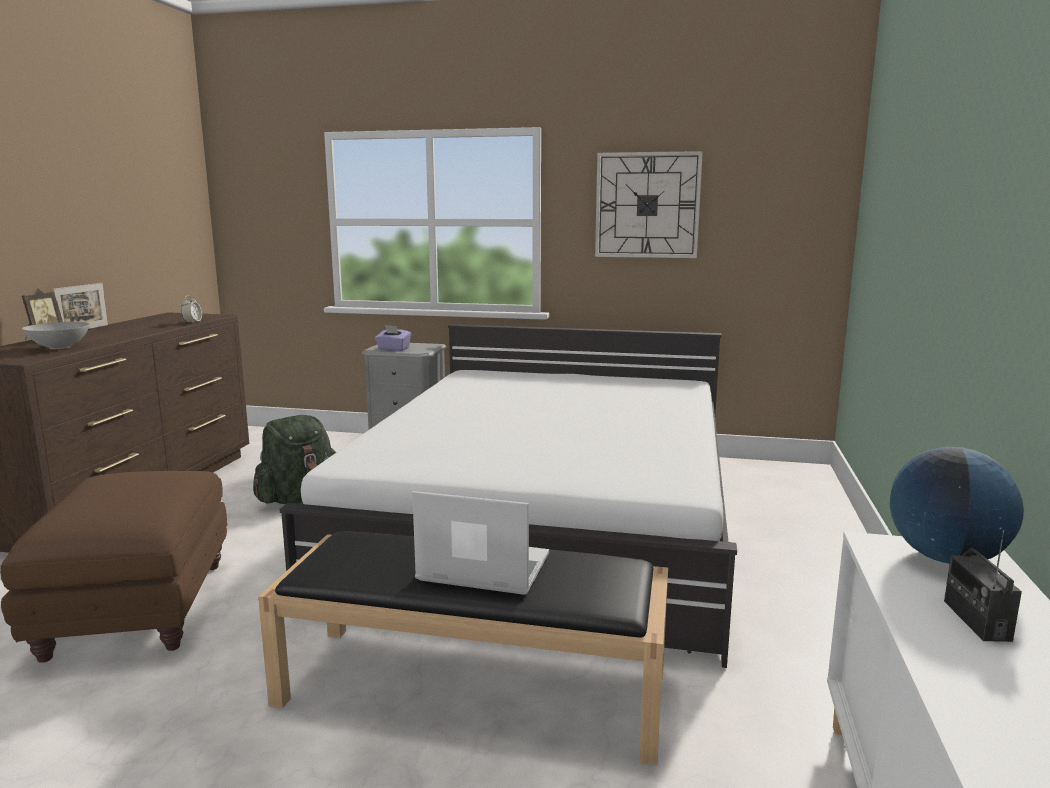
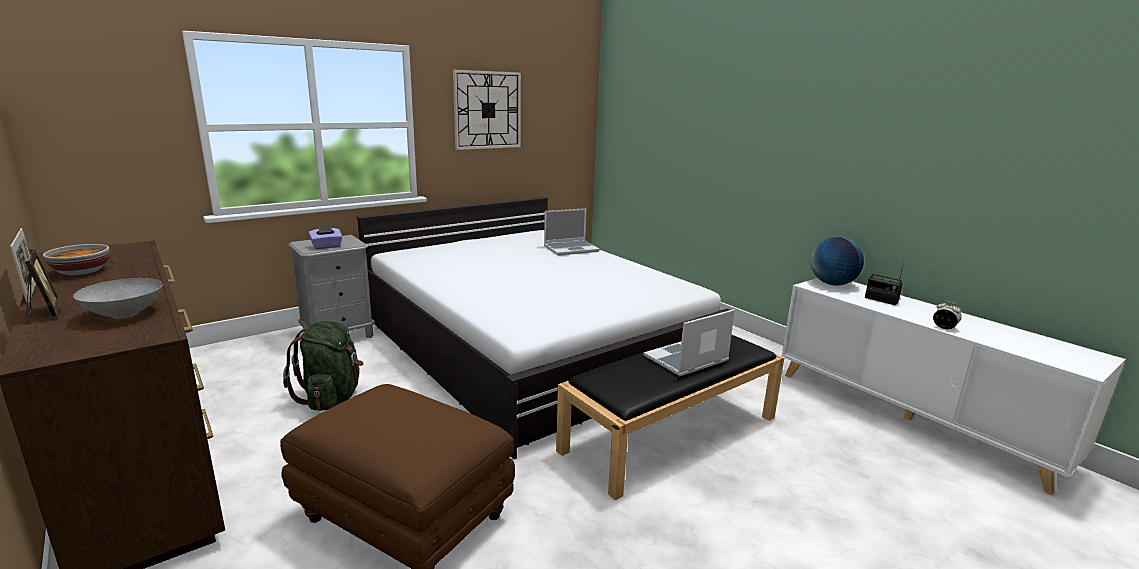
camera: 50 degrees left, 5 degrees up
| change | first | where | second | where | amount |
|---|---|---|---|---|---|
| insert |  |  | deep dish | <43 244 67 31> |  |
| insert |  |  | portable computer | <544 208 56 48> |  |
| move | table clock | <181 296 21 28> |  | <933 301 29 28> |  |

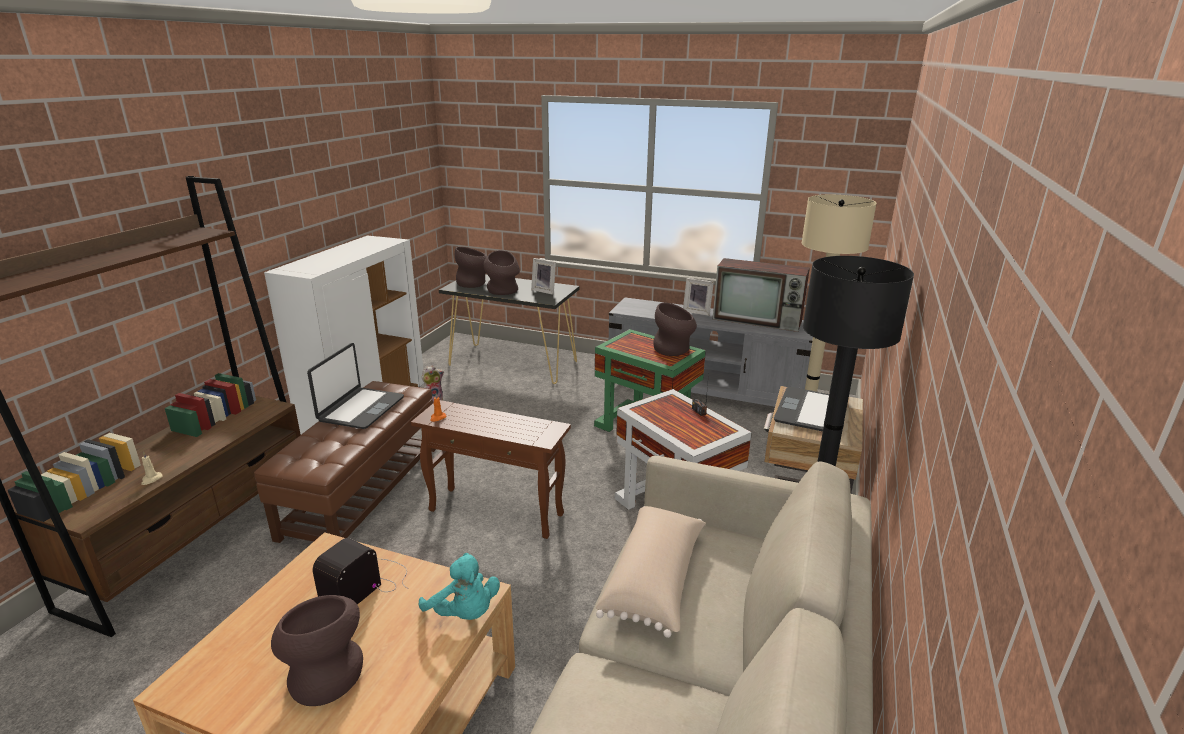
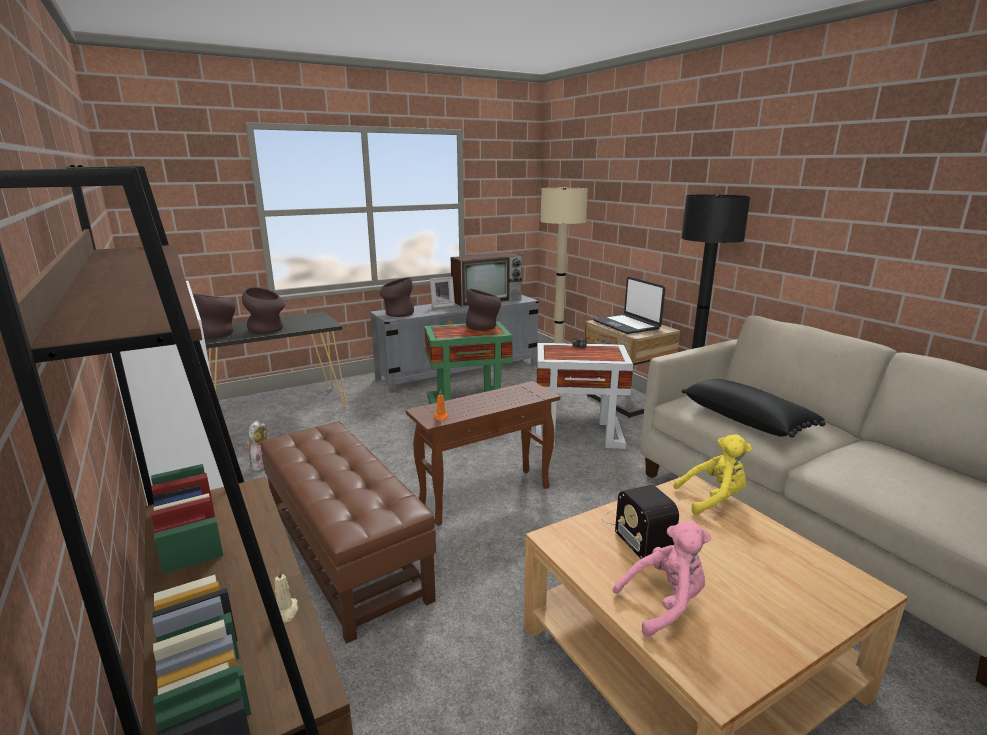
camera: 50 degrees left, 5 degrees down
| change | first | where | second | where | amount |
|---|---|---|---|---|---|
| move | flower vase/brown | <271 595 92 111> |  | <380 277 34 40> |  |
| insert |  |  | cuddly toy/pink | <613 521 98 116> |  |
| recolor | cuddly toy/turquoise | <419 553 81 67> | cuddly toy/yellowish | <673 435 79 80> |  |
| recolor | throw pillow/sand-coloured | <595 506 111 132> | throw pillow/black | <682 379 143 58> |  |
| delete | portable computer | <307 343 97 86> |  |  |  |
| delete | photo frame | <531 258 25 37> |  |  |  |

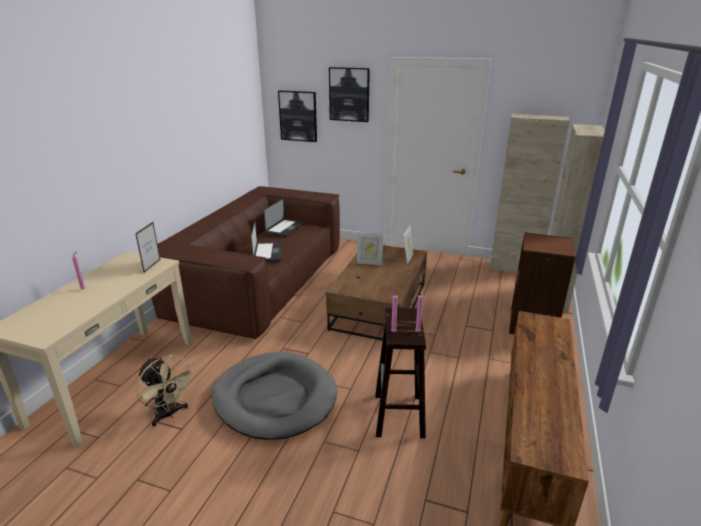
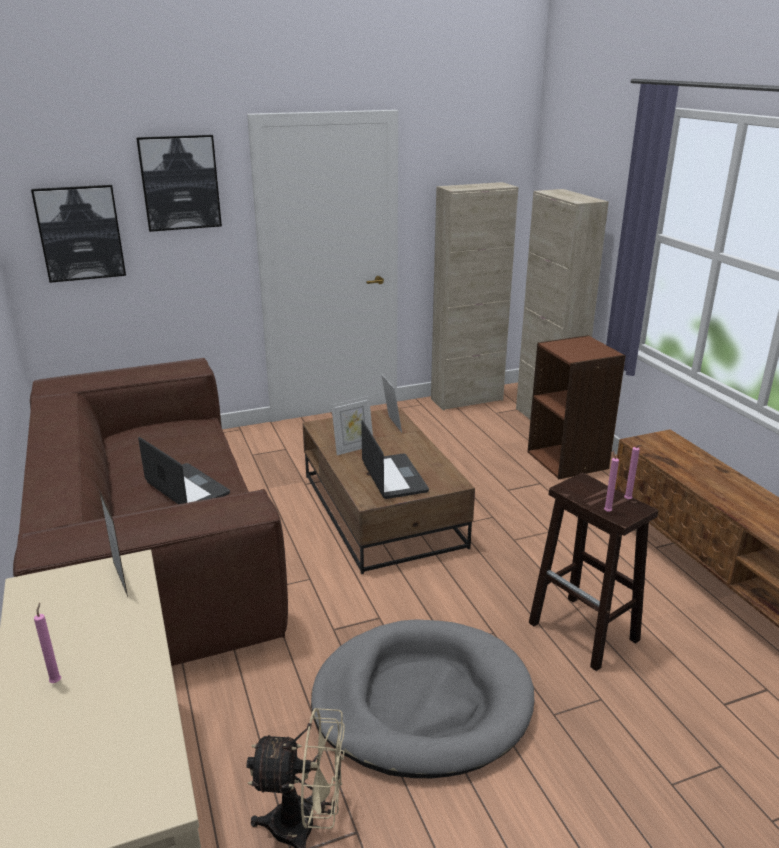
camera: 40 degrees left, 0 degrees up
| change | first | where | second | where | amount |
|---|---|---|---|---|---|
| move | portable computer | <263 198 41 39> |  | <361 420 68 79> |  |

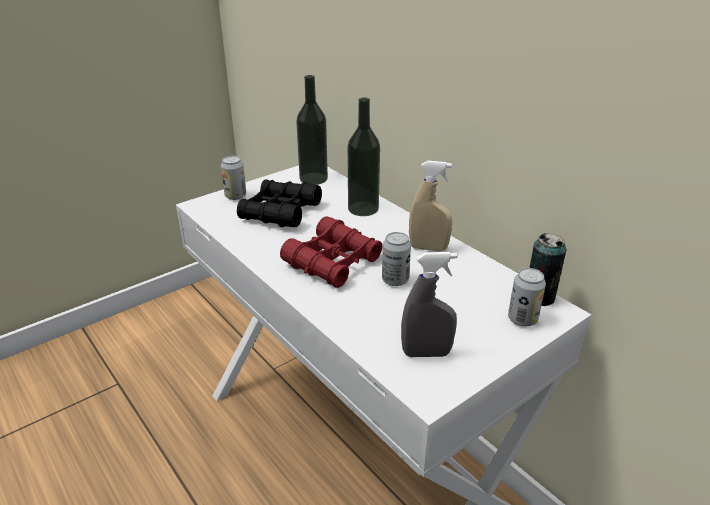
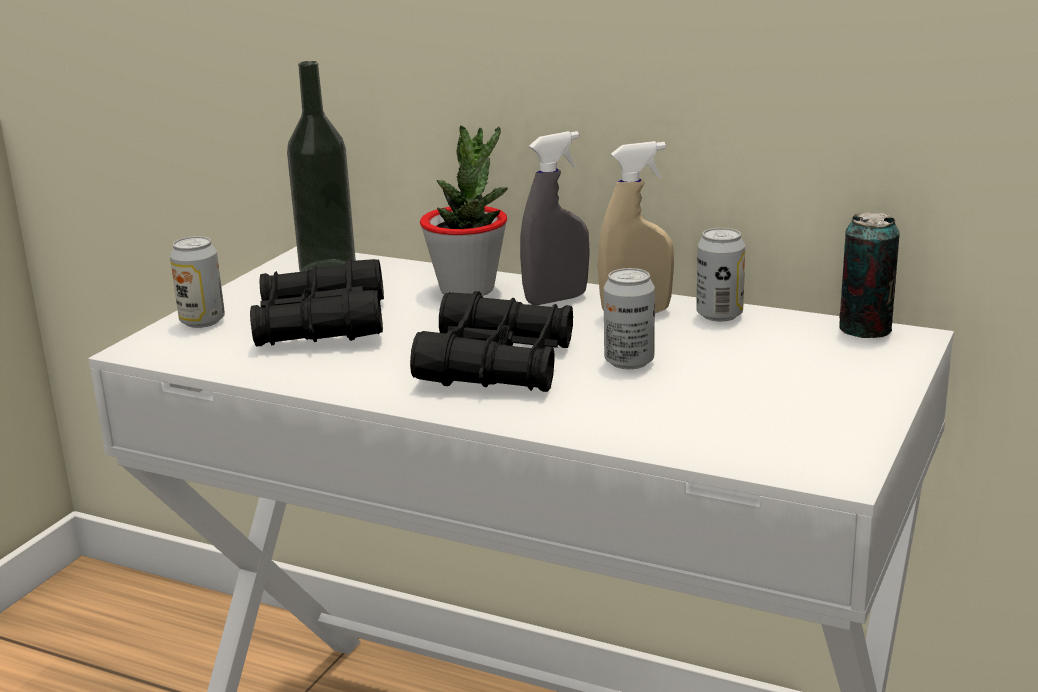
camera: 25 degrees left, 10 degrees down
| change | first | where | second | where | amount |
|---|---|---|---|---|---|
| recolor | pair of binoculars/red | <280 216 102 72> | pair of binoculars/black | <410 291 163 101> |  |
| replace | beverage bottle | <347 97 33 119> | potted plant | <420 126 88 170> |  |
| move | spray bottle/greyish | <401 252 56 105> |  | <520 131 70 174> |  |
| move | sealed can | <508 268 38 59> |  | <697 228 48 93> |  |

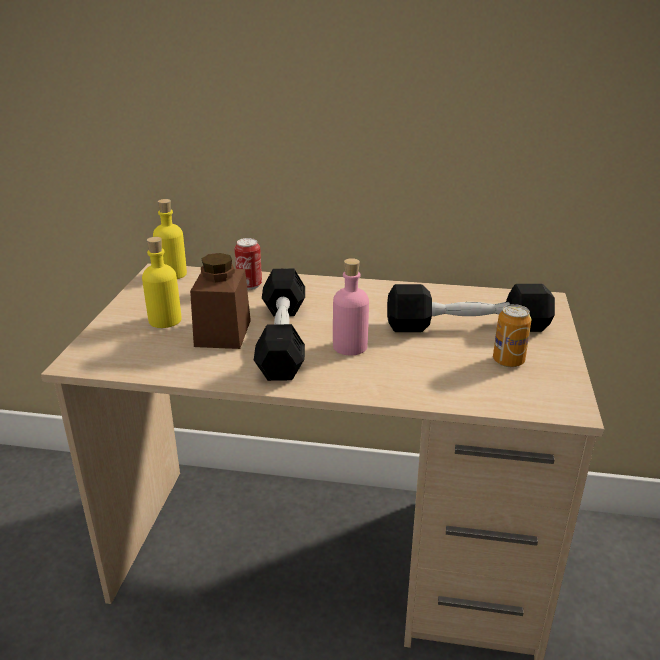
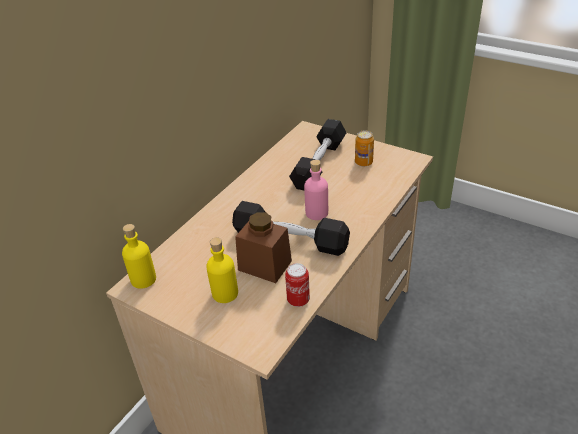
camera: 65 degrees left, 10 degrees up
| change | first | where | second | where | amount |
|---|---|---|---|---|---|
| move | sealed can | <235 238 27 52> |  | <285 263 25 44> |  |

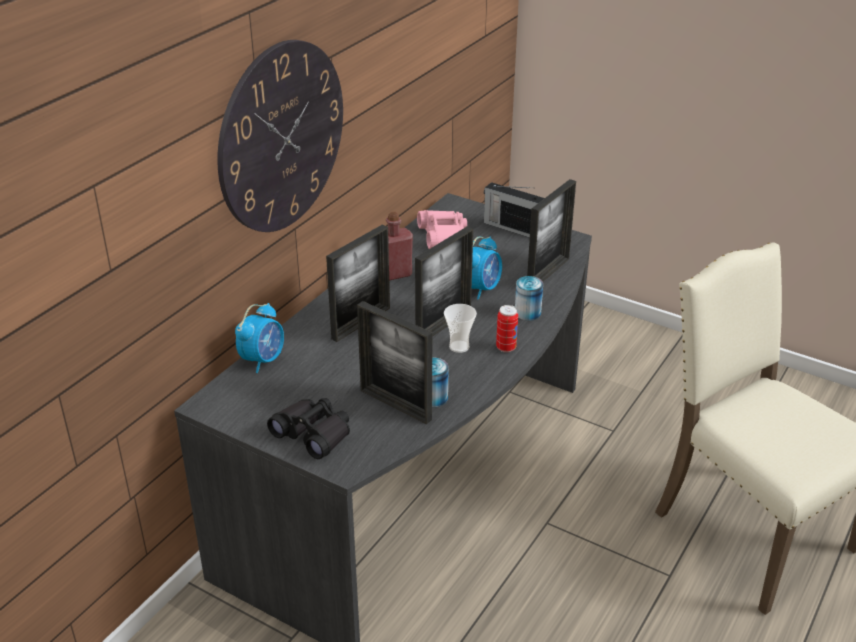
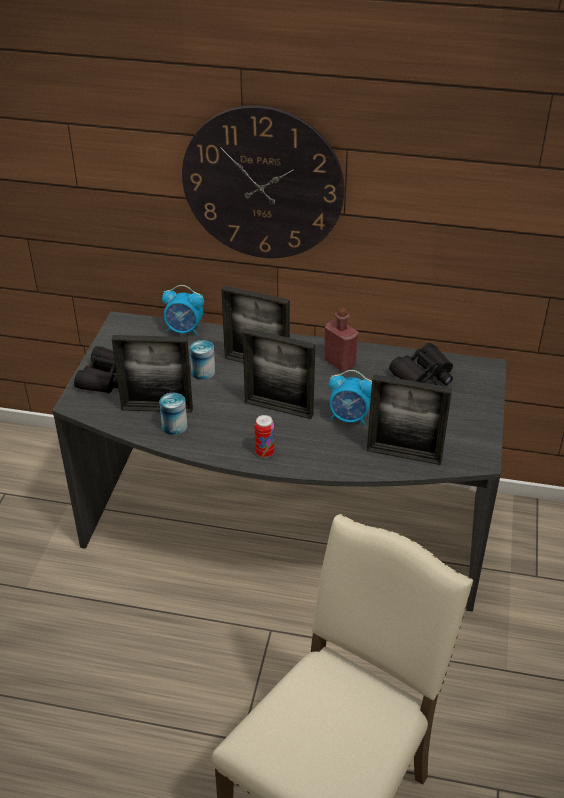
camera: 70 degrees right, 5 degrees up
| change | first | where | second | where | amount |
|---|---|---|---|---|---|
| rotate | photo frame | <357 301 75 123> |  | <112 335 81 78> | 105 degrees counterclockwise |
| move | sealed can | <515 276 28 45> |  | <190 340 25 40> |  |
| recolor | pair of binoculars/pink | <417 210 50 39> | pair of binoculars/black | <389 343 64 42> |  |
| delete | small cup | <444 304 33 49> |  |  |  |
| delete | radio receiver | <484 182 60 56> |  |  |  |

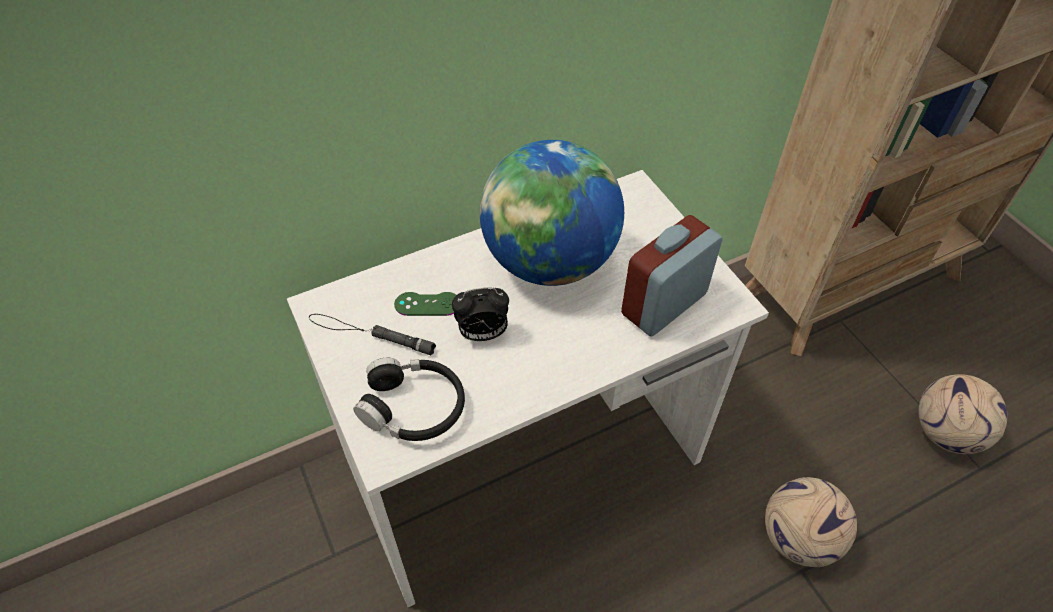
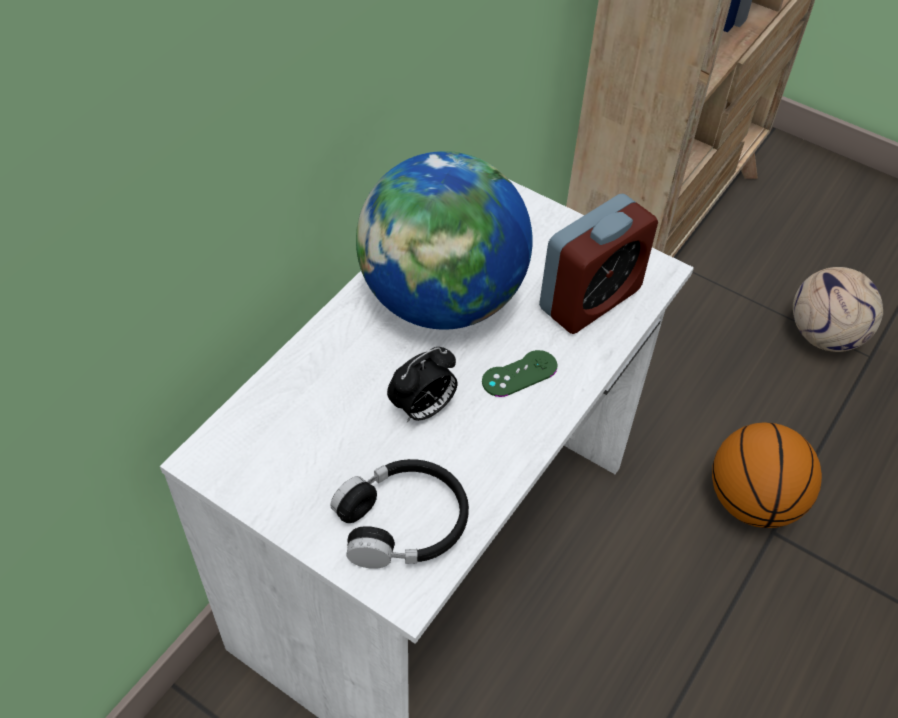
camera: 30 degrees left, 0 degrees up
| change | first | where | second | where | amount |
|---|---|---|---|---|---|
| move | gamepad/greenish | <394 292 62 24> |  | <482 350 75 47> |  |
| rotate | table clock | <621 215 102 122> |  | <539 194 119 140> | 150 degrees counterclockwise |
| replace | ball for football | <765 477 92 90> | basketball | <712 422 110 106> |  |
| delete | torch/black | <309 314 127 41> |  |  |  |

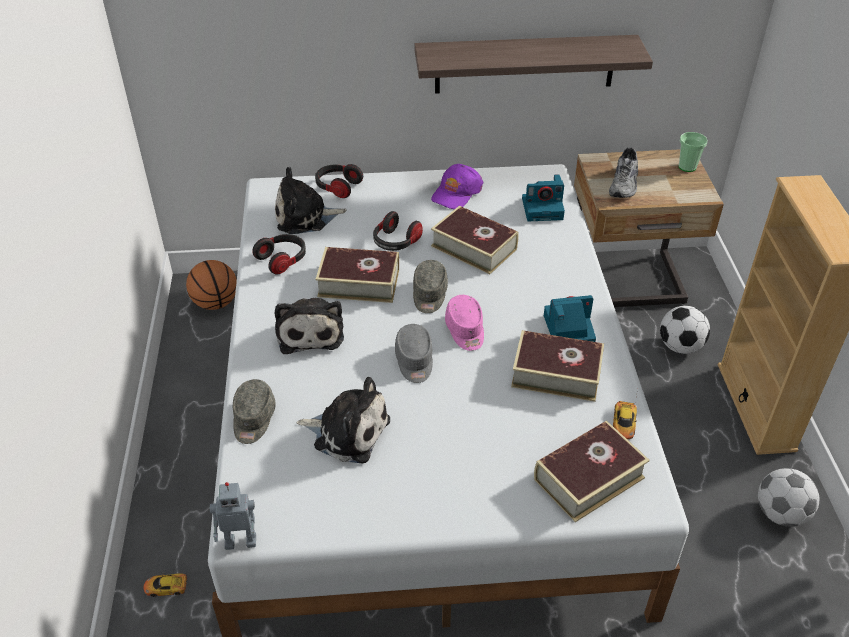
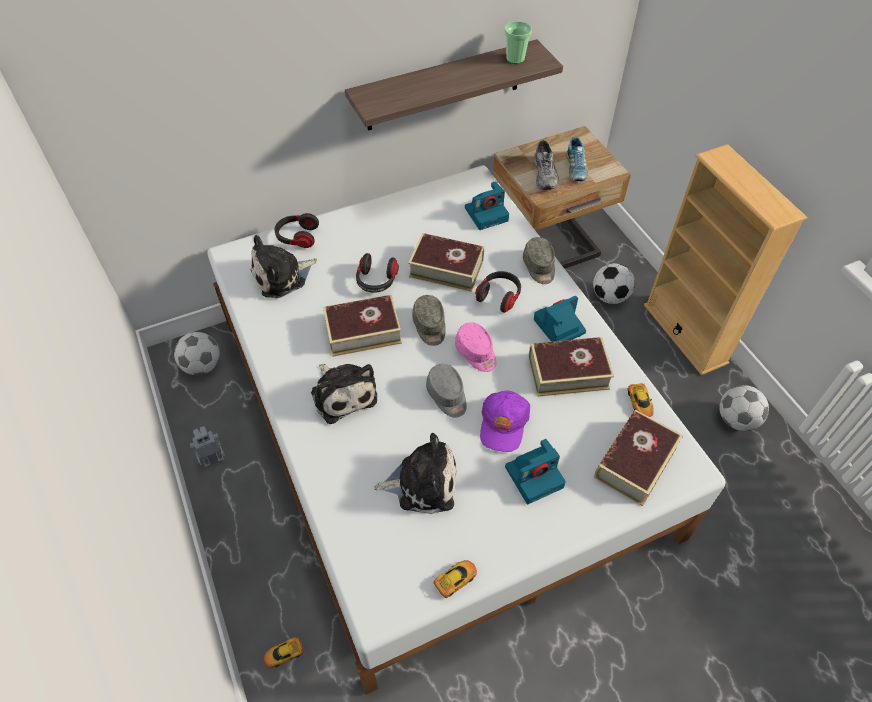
camera: 20 degrees left, 10 degrees up
| change | first | where | second | where | amount |
|---|---|---|---|---|---|
| replace | basketball | <186 260 51 50> | ball for football | <174 332 46 43> |  |
| move | model robot | <210 482 46 68> |  | <190 426 35 42> |  |
| insert |  |  | model car | <432 560 45 38> |  |
| move | headset | <252 234 54 40> |  | <475 271 46 42> |  |
| move | peaked cap/purple-coloured | <431 164 52 45> |  | <480 391 50 61> |  |
| move | small cup | <678 132 30 40> |  | <504 21 28 43> |  |
| insert |  |  | still camera | <505 439 61 65> |  |
| move | peaked cap/greyish | <233 379 43 65> |  | <523 237 32 47> |  |
| insert |  |  | low shoe | <566 137 22 44> |  |

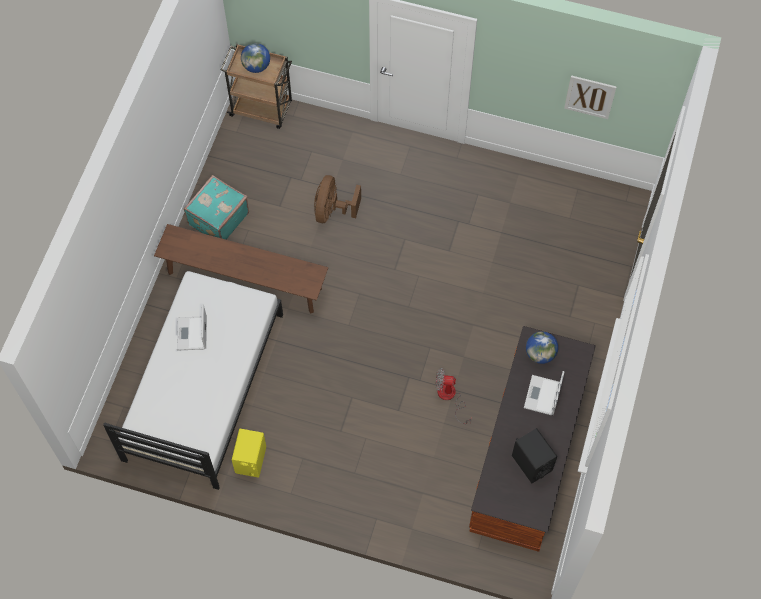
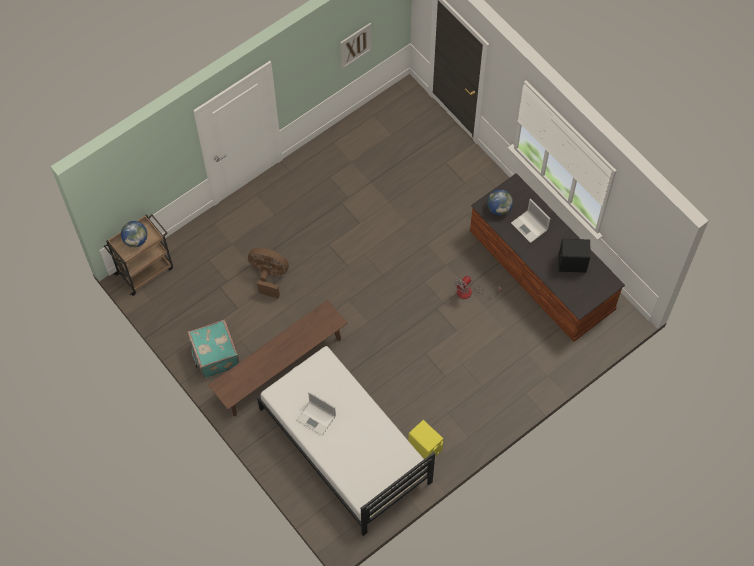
camera: 55 degrees left, 0 degrees up
| change | first | where | second | where | amount |
|---|---|---|---|---|---|
| rotate | electric fan/brown | <314 175 47 48> |  | <248 248 41 51> | 150 degrees clockwise |

